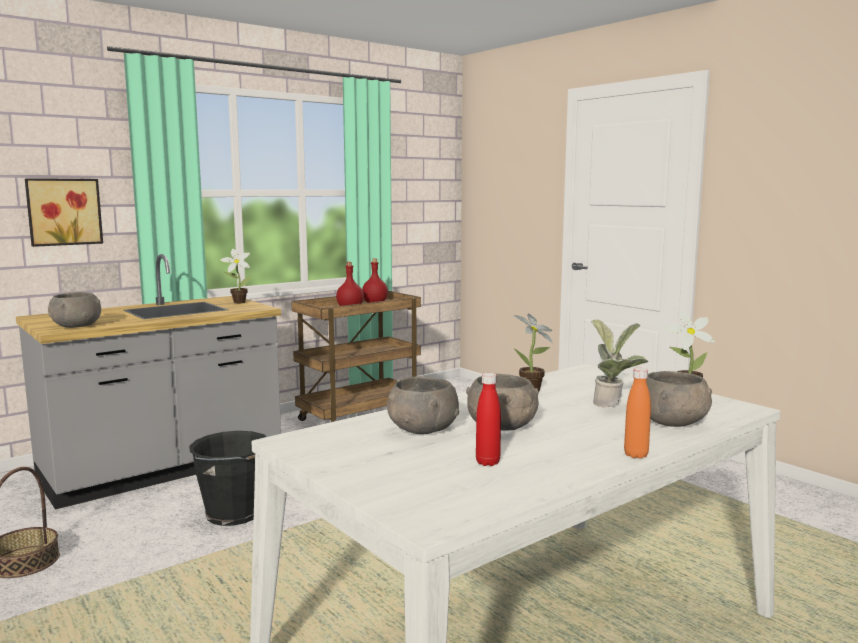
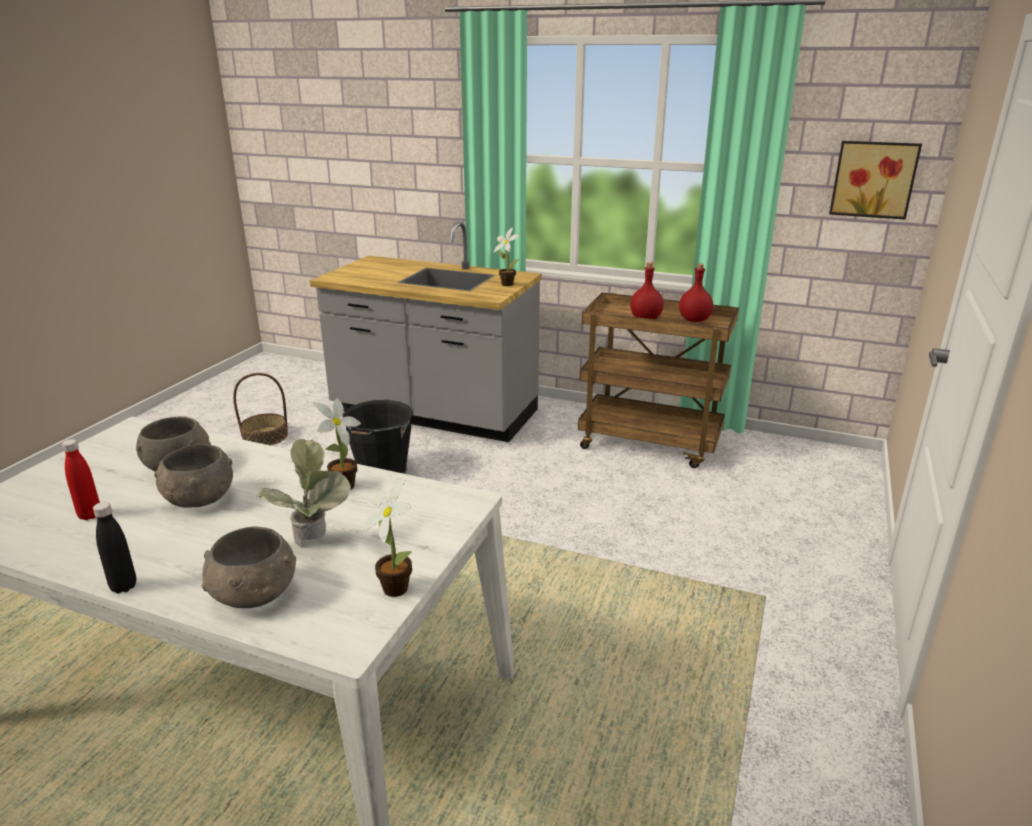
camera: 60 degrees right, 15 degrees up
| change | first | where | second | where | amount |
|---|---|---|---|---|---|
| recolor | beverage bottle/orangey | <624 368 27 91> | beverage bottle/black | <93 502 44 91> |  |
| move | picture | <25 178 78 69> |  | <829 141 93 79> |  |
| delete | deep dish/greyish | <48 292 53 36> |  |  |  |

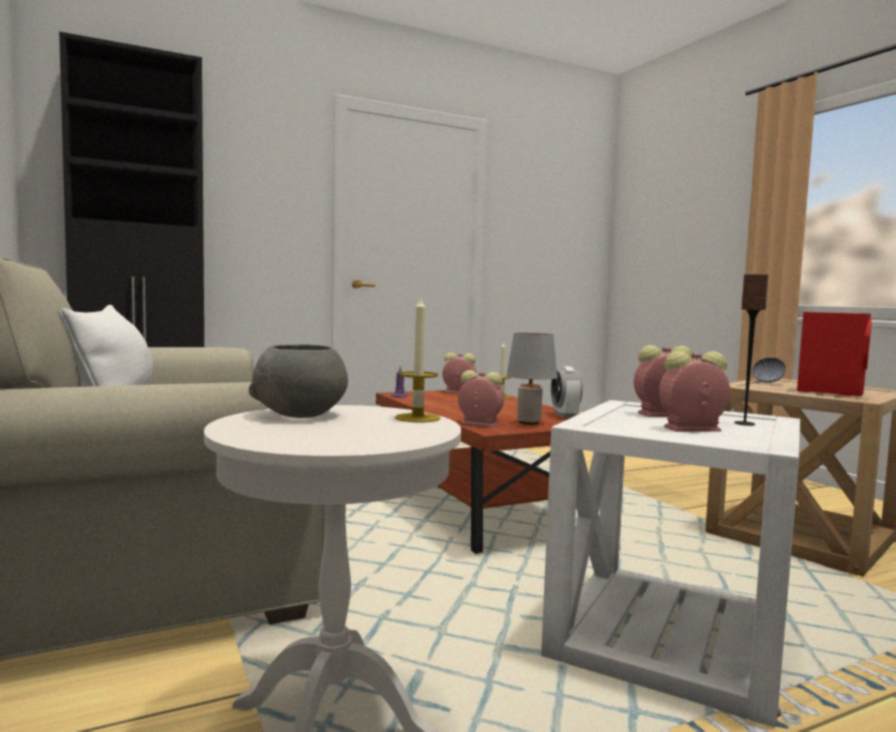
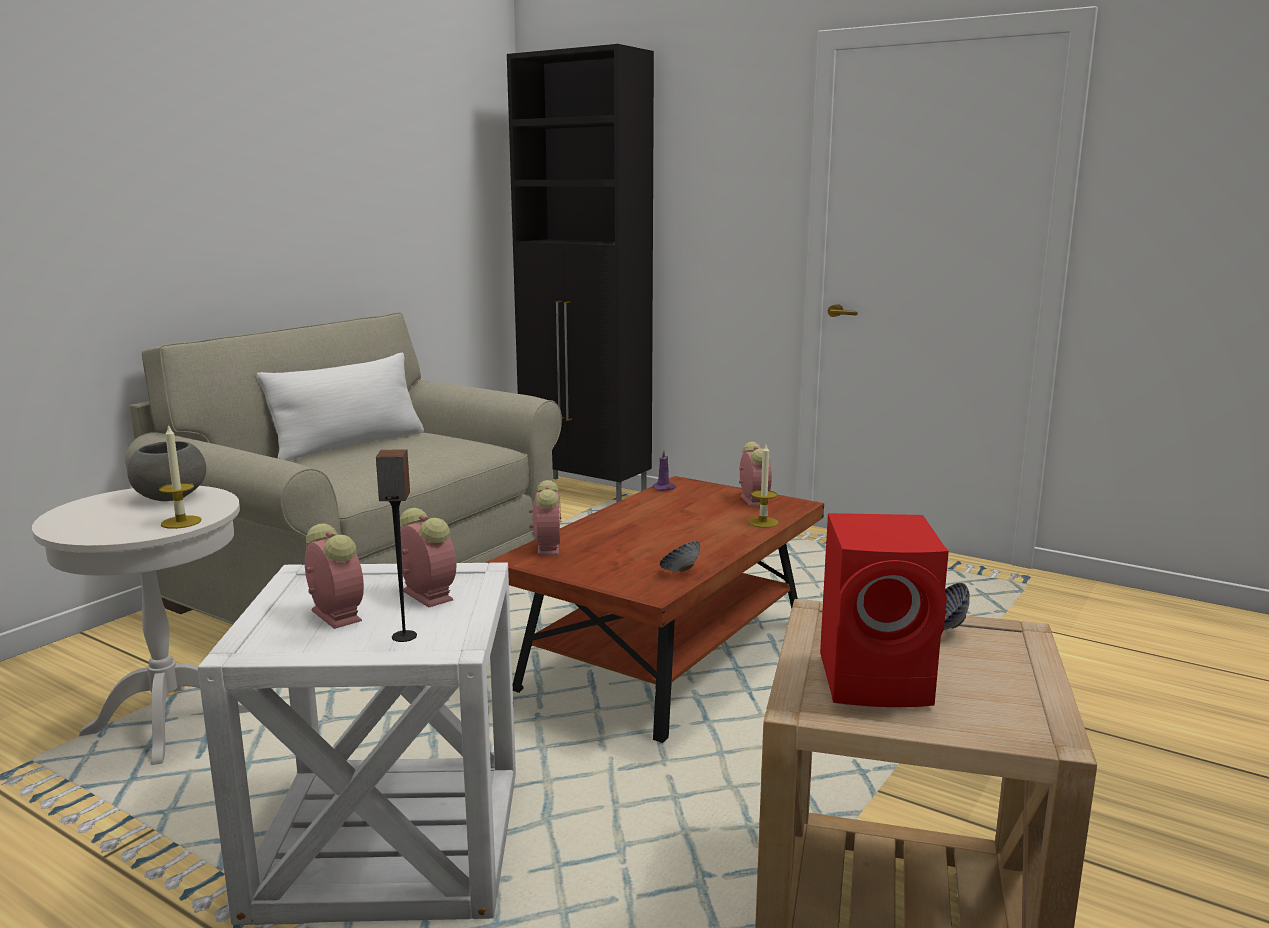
camera: 60 degrees right, 10 degrees up
| change | first | where | second | where | amount |
|---|---|---|---|---|---|
| replace | table clock | <551 366 32 52> | deep dish | <660 541 40 31> |  |
| delete | lamp for a table/greyish | <507 333 50 92> |  |  |  |

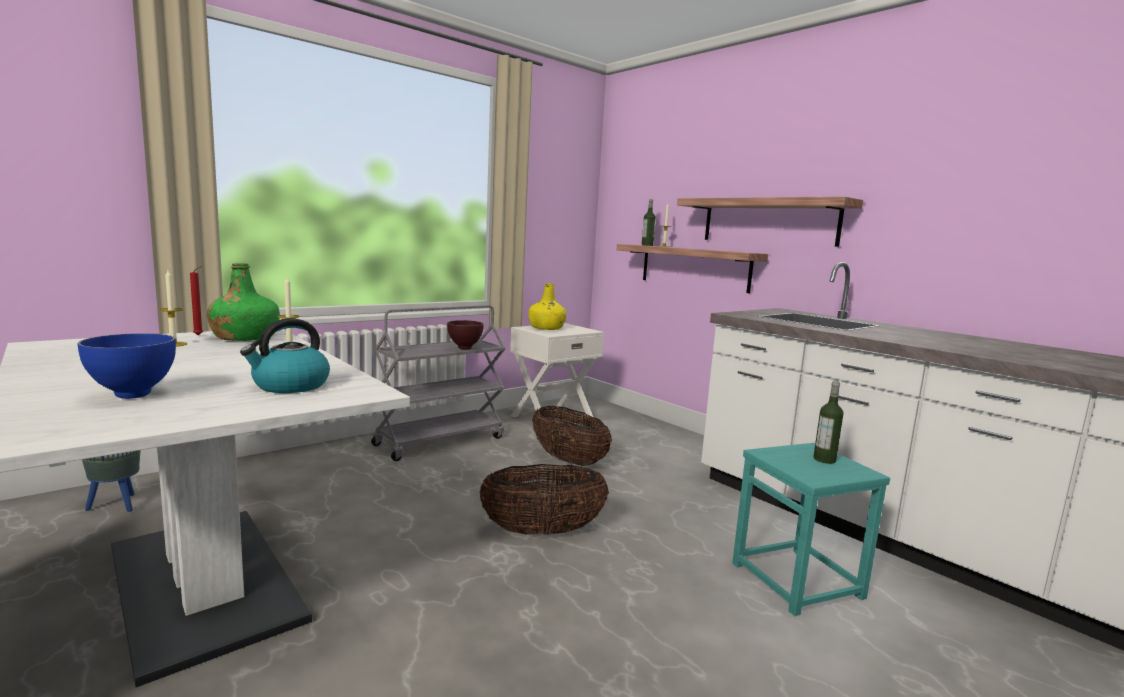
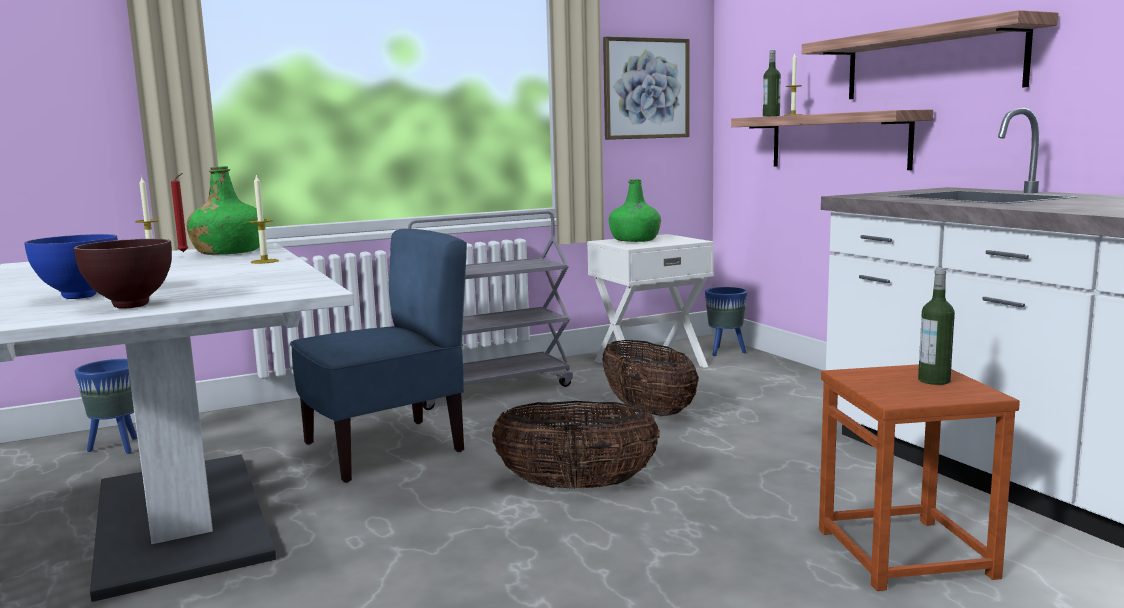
camera: 15 degrees right, 0 degrees up
| change | first | where | second | where | amount |
|---|---|---|---|---|---|
| move | deep dish/brown | <447 320 37 29> |  | <74 239 98 70> |  |
| insert |  |  | chair/blue-coloured | <290 229 177 254> |  |
| insert |  |  | picture | <603 37 87 103> |  |
| recolor | beverage bottle/yellowish | <528 283 39 47> | beverage bottle/greenish | <609 179 52 63> |  |
| insert |  |  | plant pot/blue-coloured | <705 287 42 69> |  |
| recolor | stool/turquoise | <732 443 158 173> | stool/brown | <819 364 201 227> |  |
| delete | kettle | <240 318 90 75> |  |  |  |

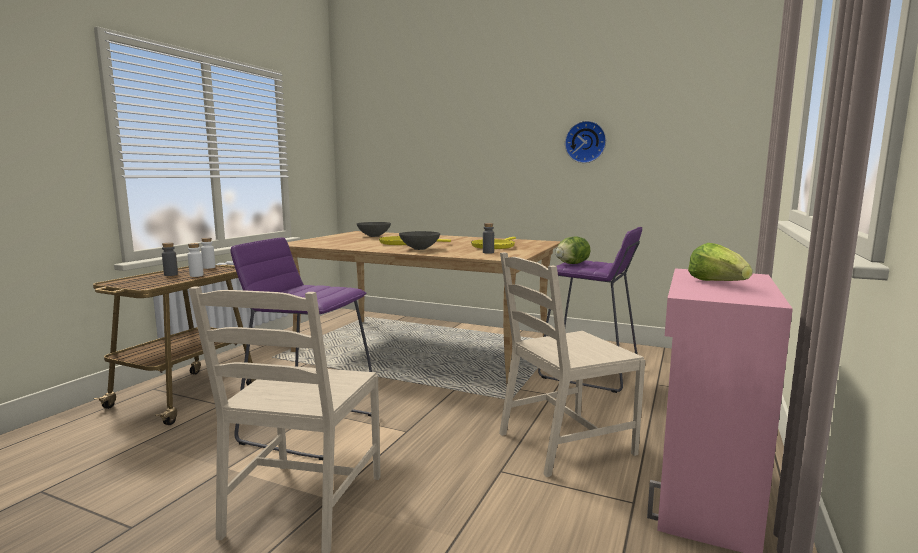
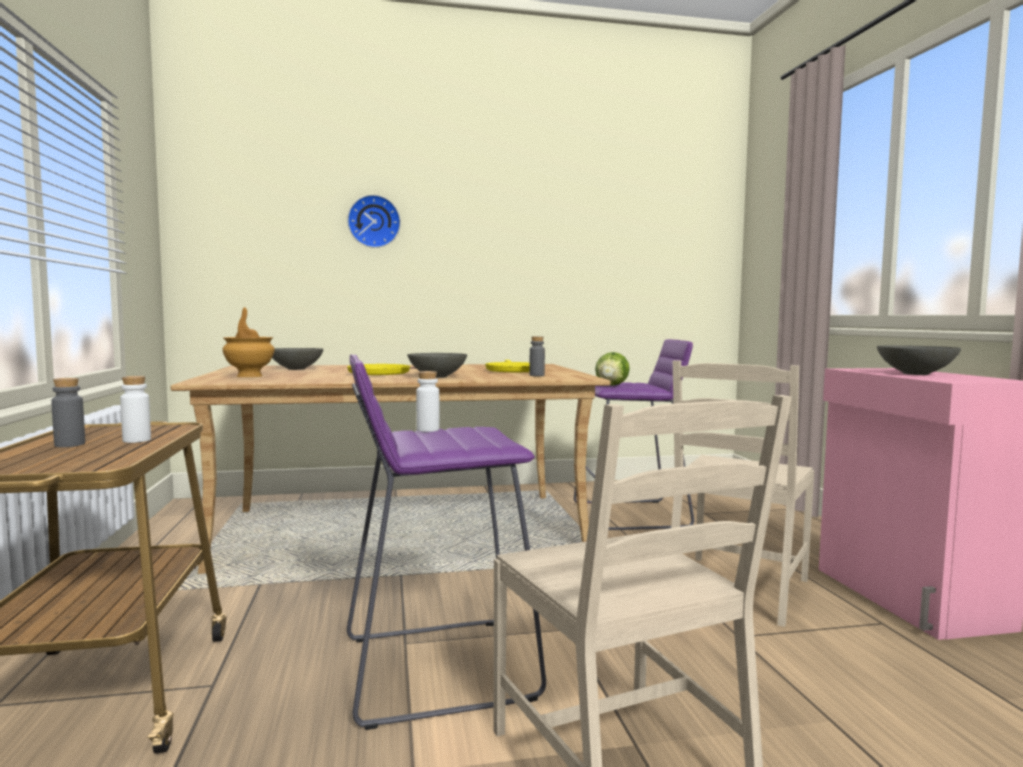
camera: 35 degrees left, 5 degrees down
| change | first | where | second | where | amount |
|---|---|---|---|---|---|
| insert |  |  | flower vase/brown | <222 307 53 70> |  |
| move | wall clock | <565 121 41 42> |  | <347 195 54 53> |  |
| move | beverage bottle/white | <201 238 14 31> |  | <416 371 23 61> |  |
| replace | head of lettuce | <688 243 65 38> | deep dish/greyish | <877 345 84 30> |  |

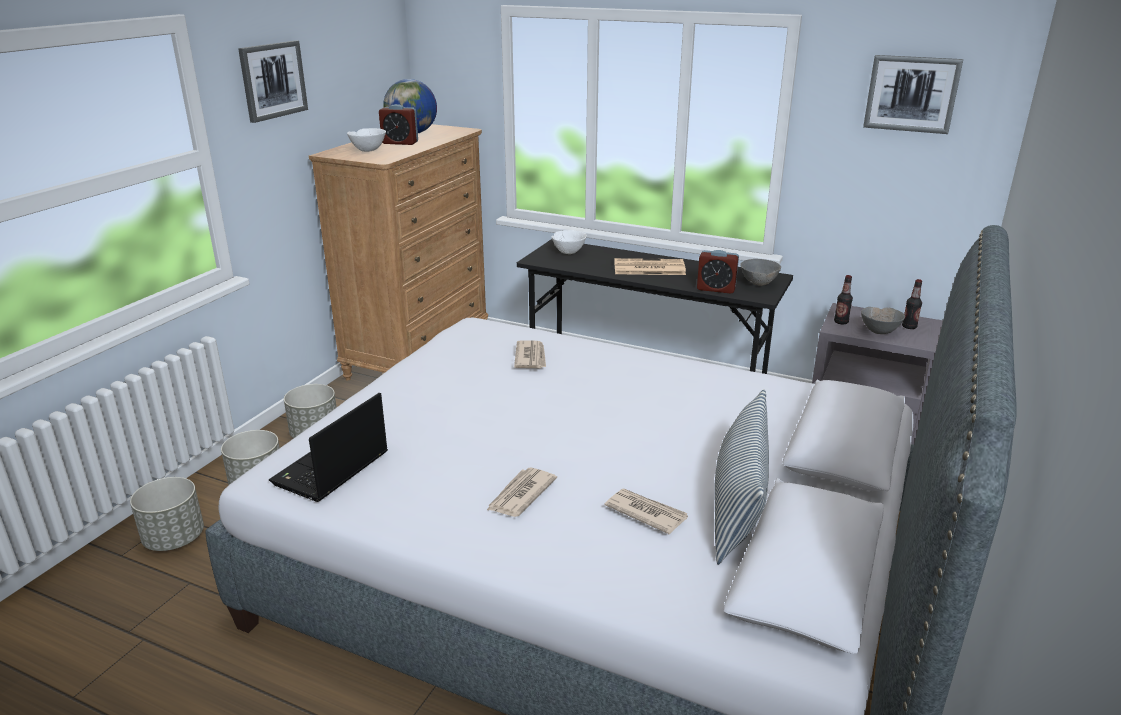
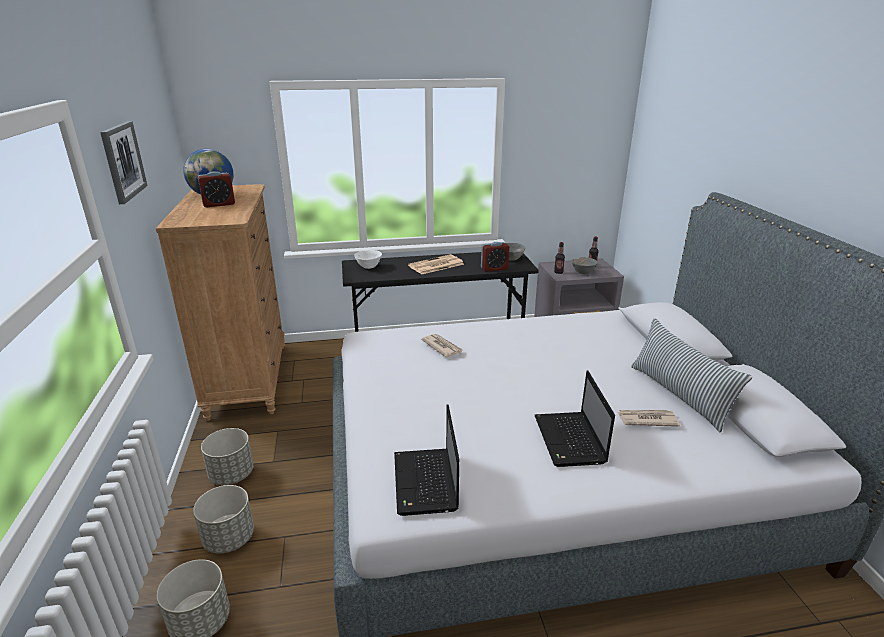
camera: 35 degrees left, 0 degrees up
| change | first | where | second | where | amount |
|---|---|---|---|---|---|
| replace | newspaper | <487 468 70 49> | portable computer | <534 371 81 96> |  |
| delete | deep dish/white | <347 128 39 24> |  |  |  |
| delete | picture | <863 55 100 79> |  |  |  |

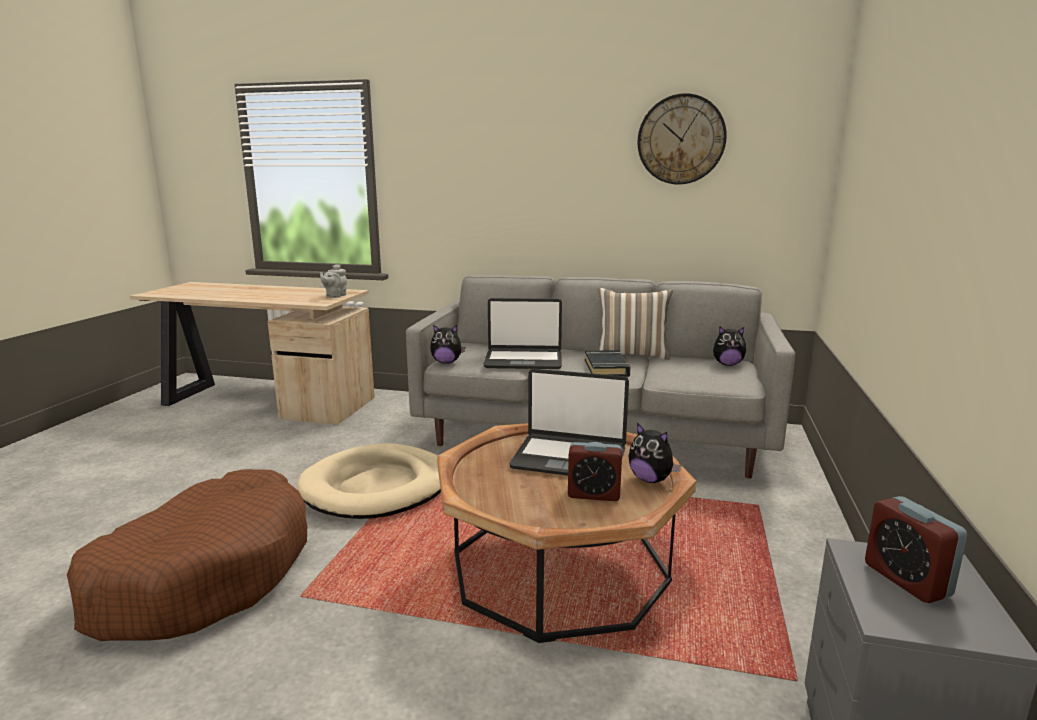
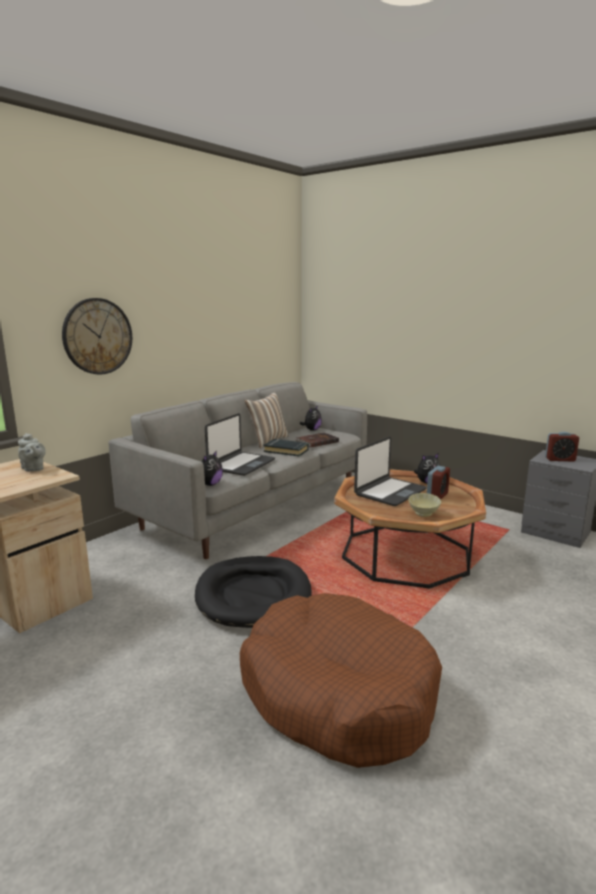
camera: 65 degrees left, 0 degrees up
| change | first | where | second | where | amount |
|---|---|---|---|---|---|
| move | wall clock | <638 93 89 92> |  | <62 298 70 77> |  |
| recolor | dog bed/sand-coloured | <297 443 144 76> | dog bed/black | <195 556 116 72> |  |
| insert |  |  | bound book/brown | <296 433 43 14> |  |
| insert |  |  | deep dish/sand-coloured | <408 493 33 24> |  |

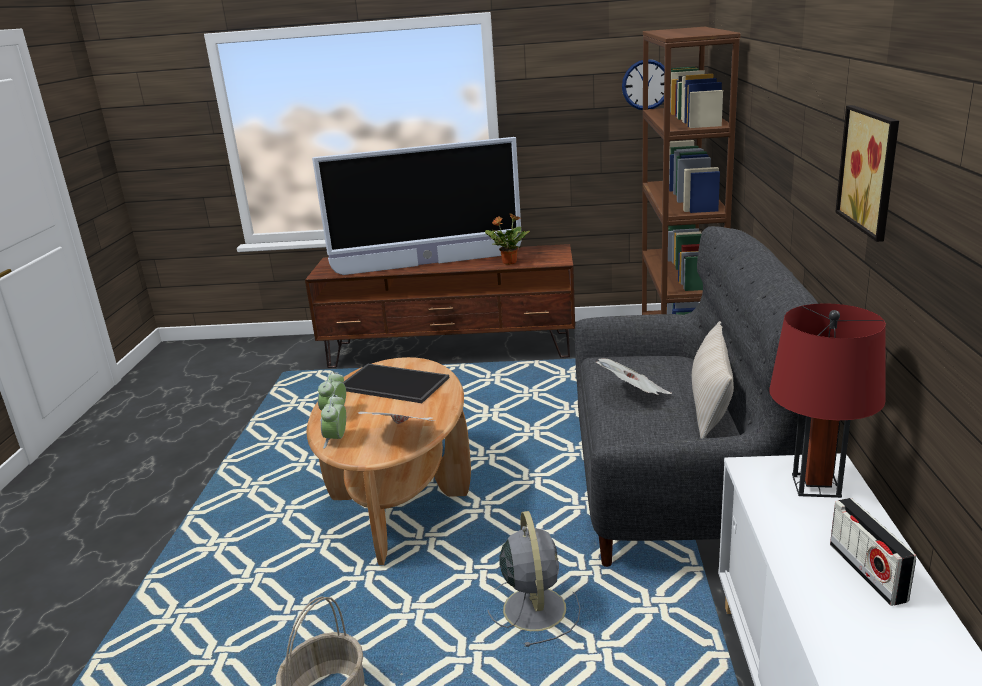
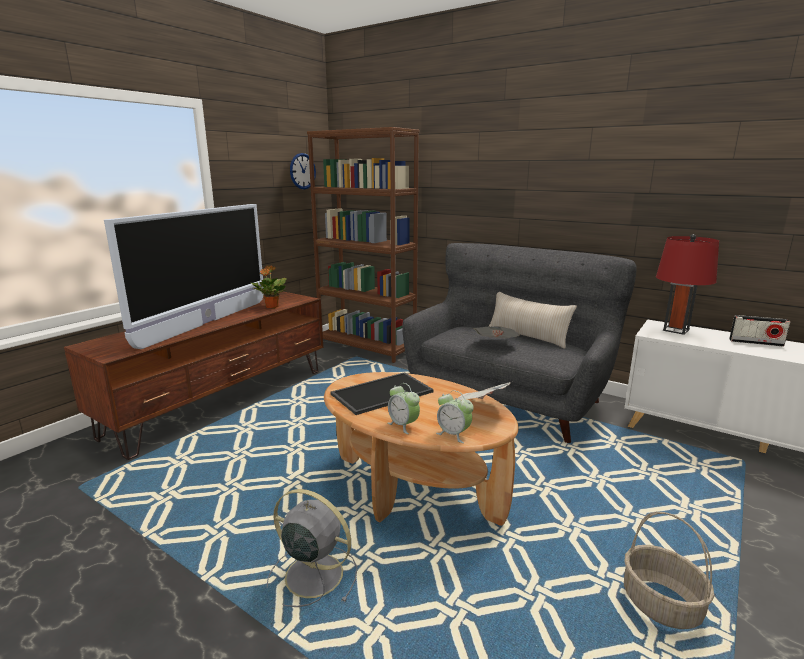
camera: 60 degrees left, 5 degrees down
| change | first | where | second | where | amount |
|---|---|---|---|---|---|
| move | electric fan/greyish | <488 511 92 136> |  | <267 489 90 118> |  |
| delete | picture | <835 105 64 137> |  |  |  |

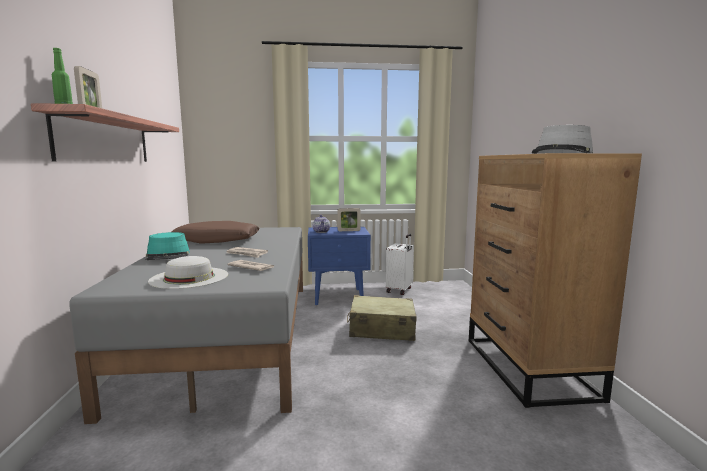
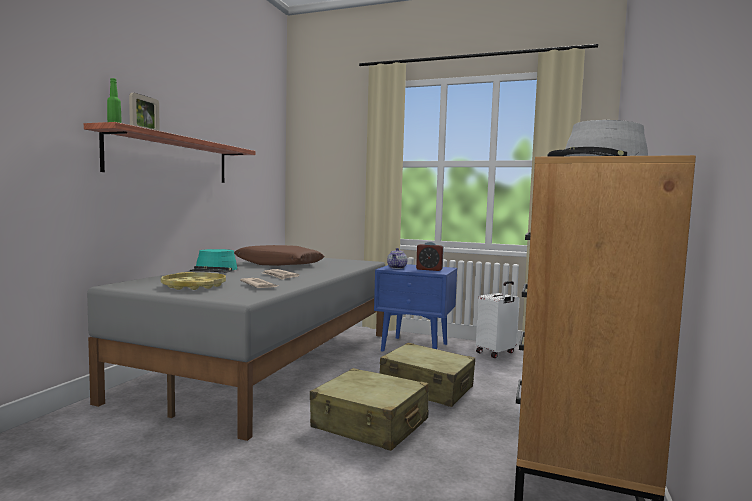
camera: 25 degrees right, 5 degrees down
| change | first | where | second | where | amount |
|---|---|---|---|---|---|
| replace | hat/white | <148 256 80 33> | carrying tray/yellowish | <161 272 65 18> |  |
| insert |  |  | suitcase/sand-coloured | <310 368 119 83> |  |
| replace | photo frame | <337 208 24 23> | table clock | <416 242 28 29> |  |

